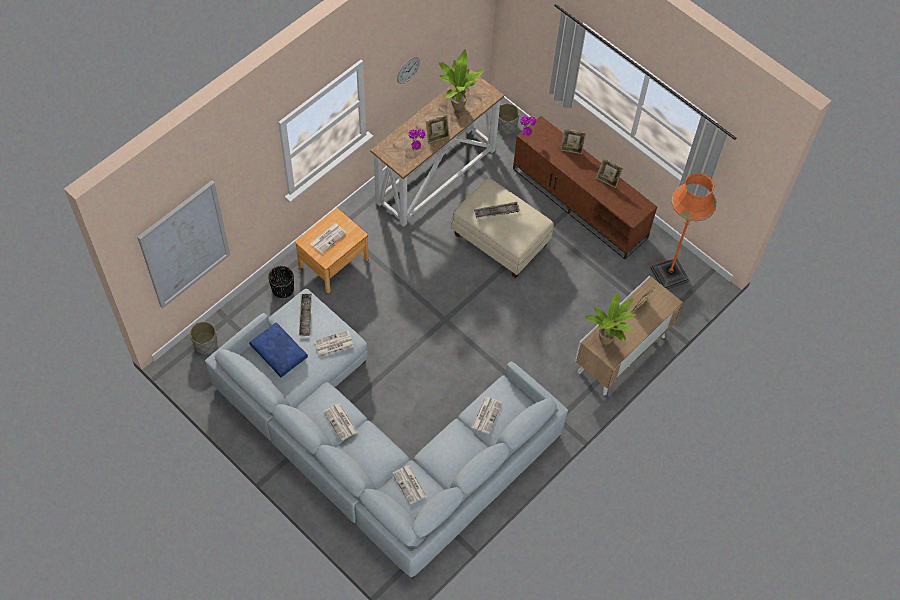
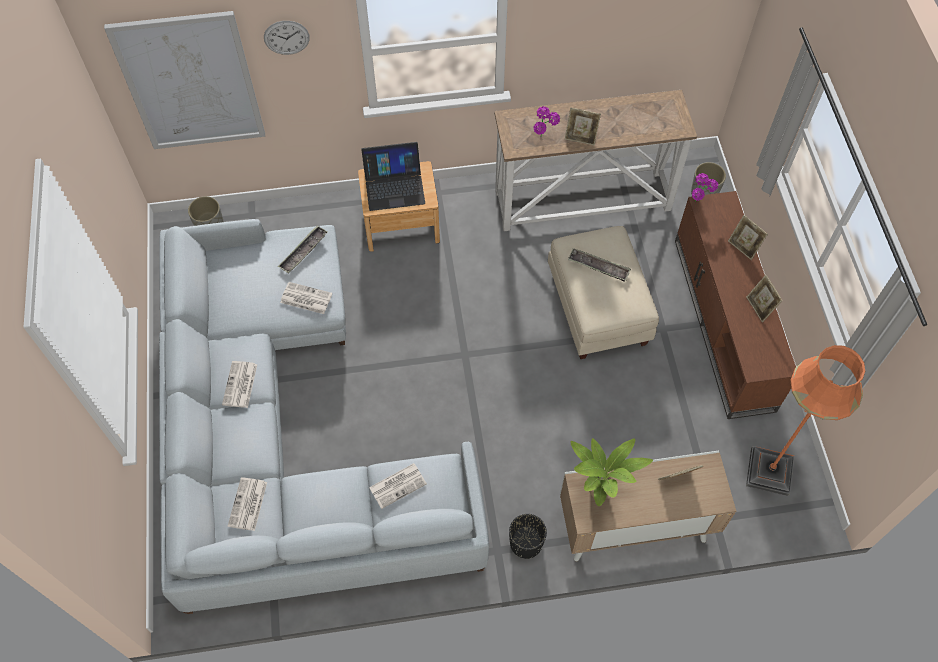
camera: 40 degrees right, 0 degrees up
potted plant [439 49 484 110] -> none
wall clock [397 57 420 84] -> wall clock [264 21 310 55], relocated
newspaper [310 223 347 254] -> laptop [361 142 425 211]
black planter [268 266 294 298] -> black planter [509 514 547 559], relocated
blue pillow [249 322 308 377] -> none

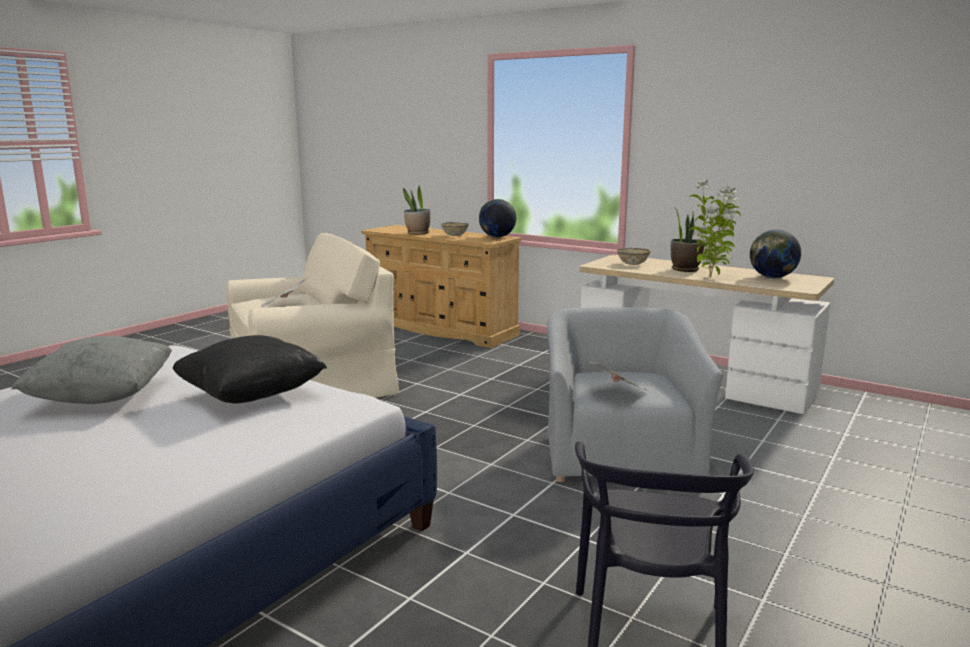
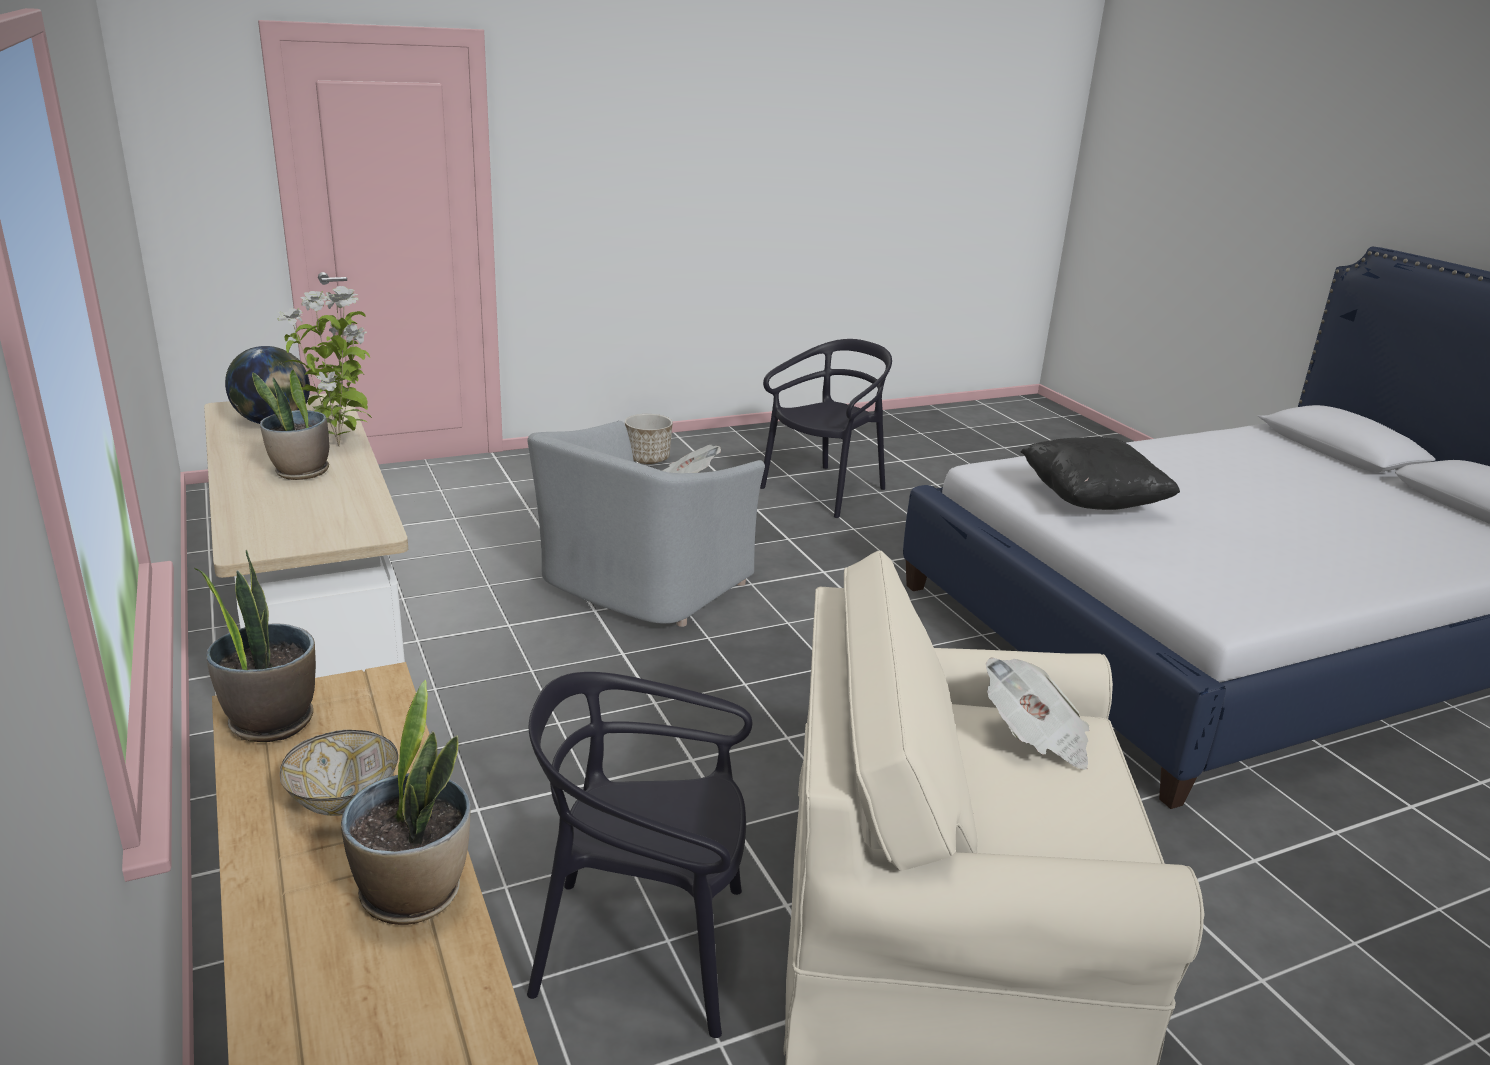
camera: 150 degrees left, 10 degrees up
globe [479 199 516 238] -> potted plant [193 550 316 742]
bowl [617 248 650 265] -> none
grey pillow [11 336 172 404] -> none
none -> planter [625 414 673 464]
none -> black chair [527 672 752 1038]

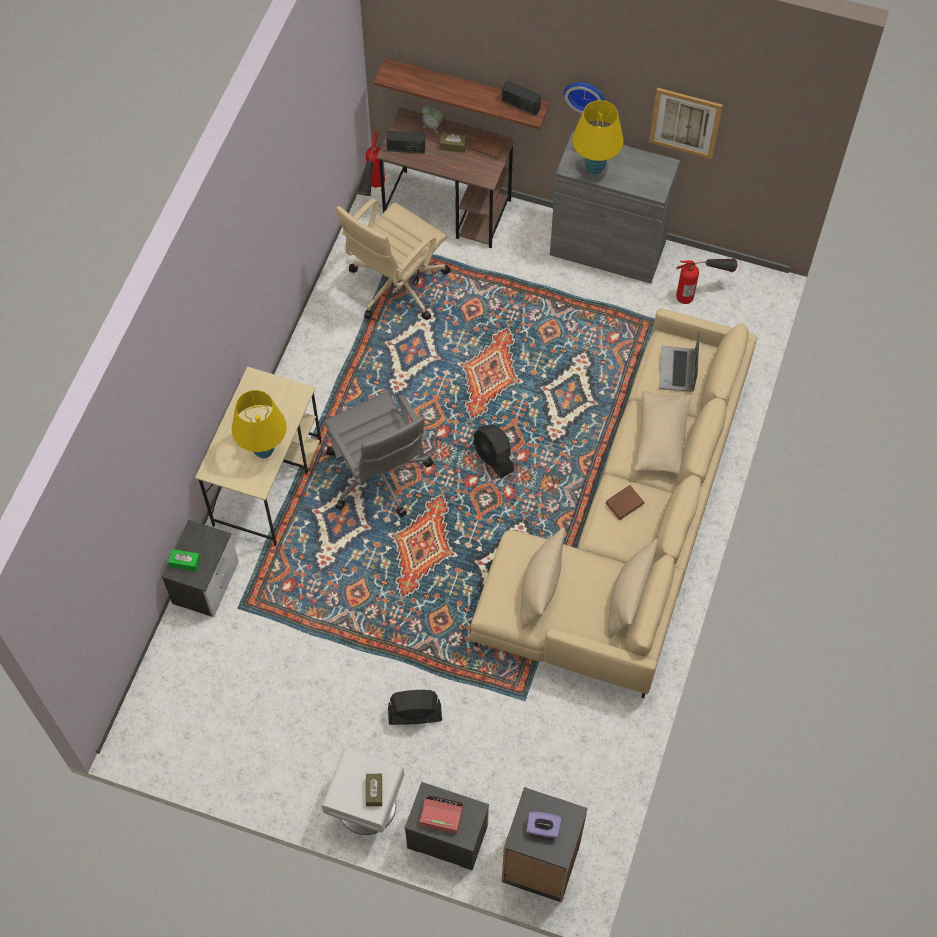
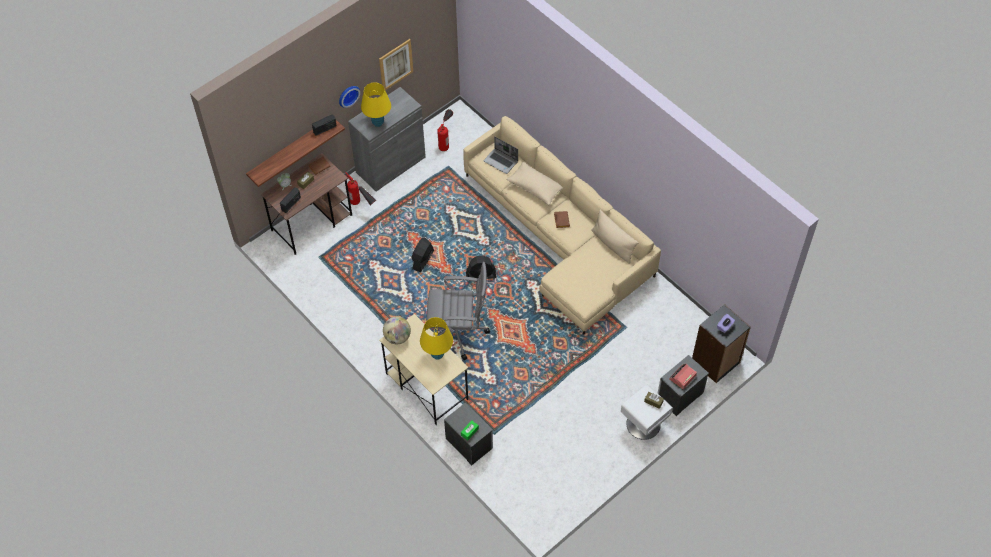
camera: 60 degrees left, 5 degrees down
fire extinguisher [358 130 385 196] -> fire extinguisher [345 172 376 205], relocated
beige office chair [336 198 451 320] -> none
beige pillow [520 527 565 629] -> none
black fan [388 690 442 725] -> black fan [412 238 434 272], relocated
none -> globe [383 317 411 344]

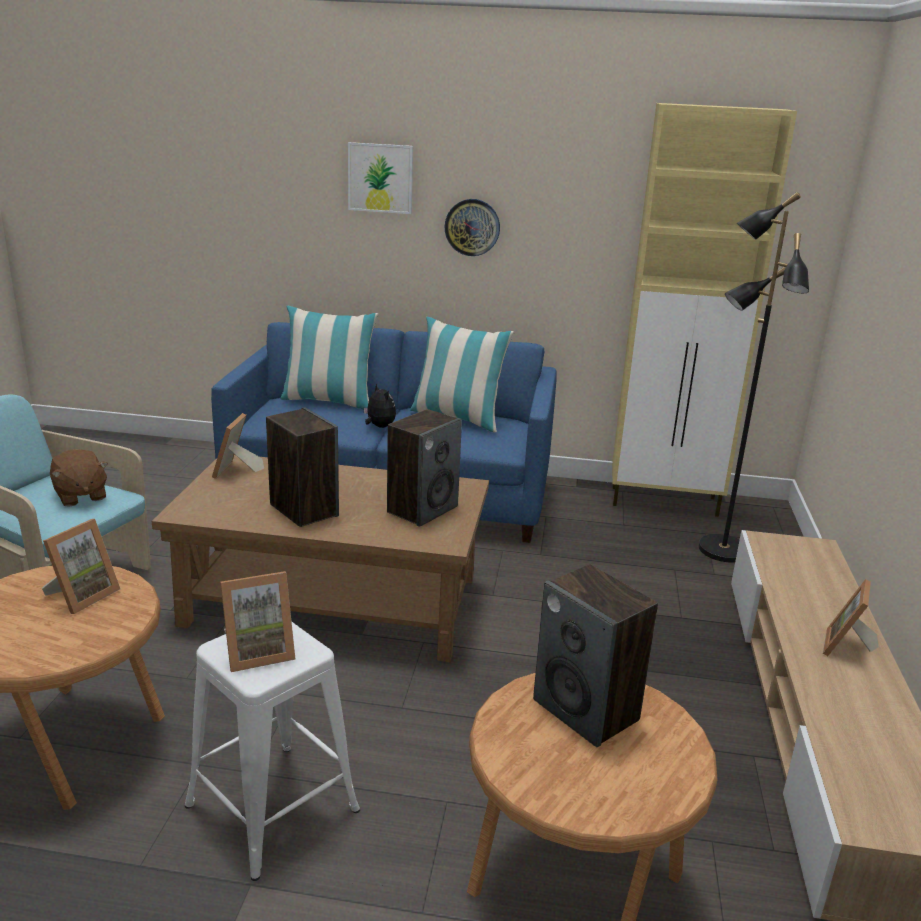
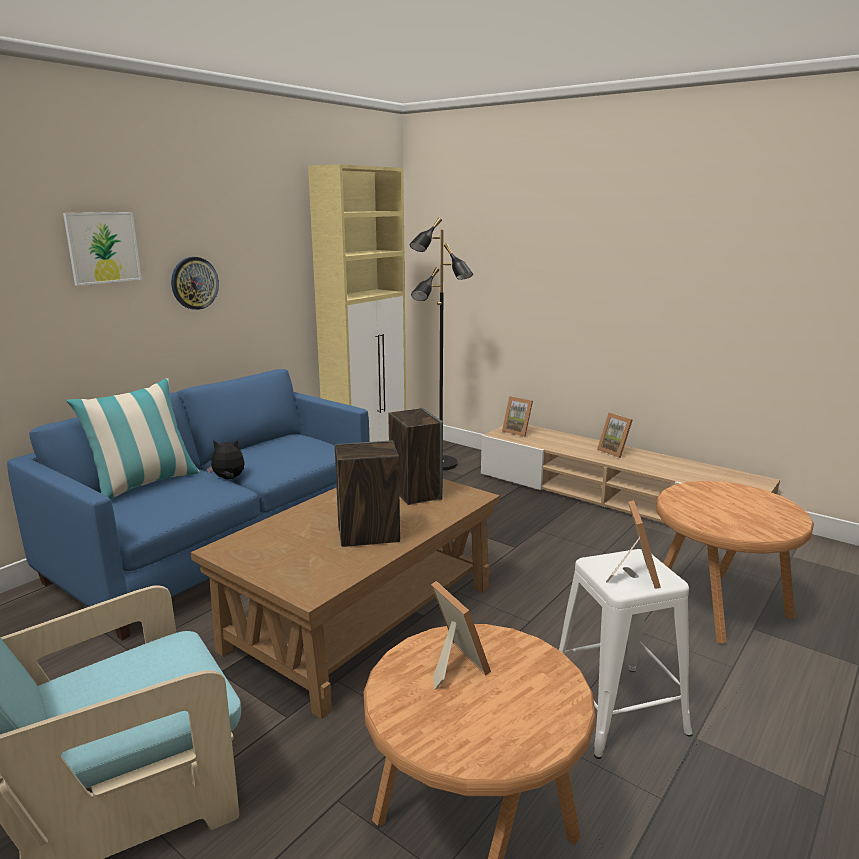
camera: 60 degrees left, 5 degrees down
pillow [410 317 514 432] -> none
picture frame [212 413 264 479] -> picture frame [502 396 533 437], relocated
brown plush toy [50 449 108 507] -> none
speaker [533 564 658 747] -> none

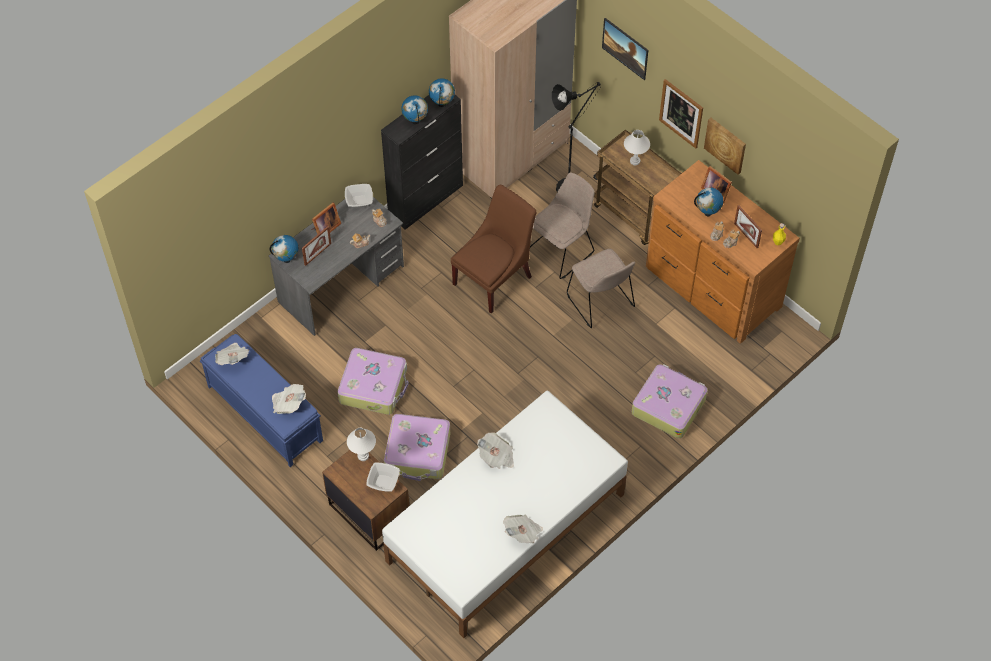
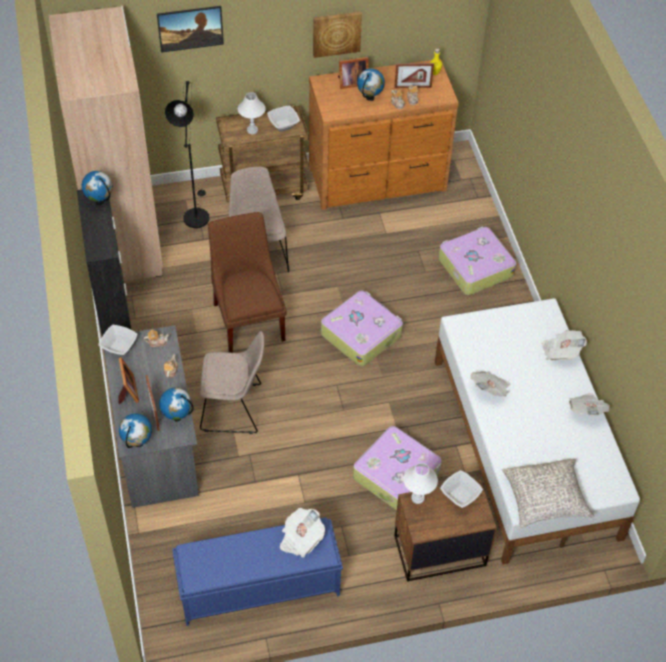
camera: 60 degrees left, 5 degrees down
picture [659 79 703 149] -> none
globe [402 95 428 124] -> globe [159 388 194 421], relocated
beige chair [567 249 635 328] -> beige chair [200 331 264 434], relocated
newspaper [215 343 249 365] -> newspaper [542 330 587 361], relocated
suitcase [337 348 409 415] -> suitcase [321 291 403 367], relocated
none -> bowl [267 106 300 132]
none -> grey pillow [502 459 594 528]

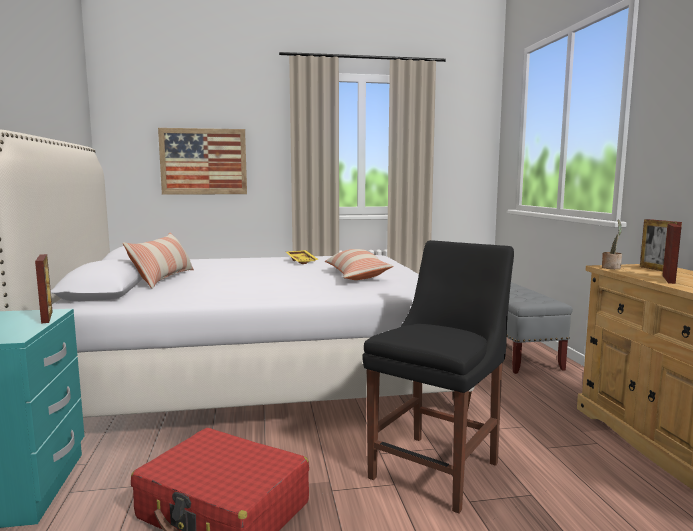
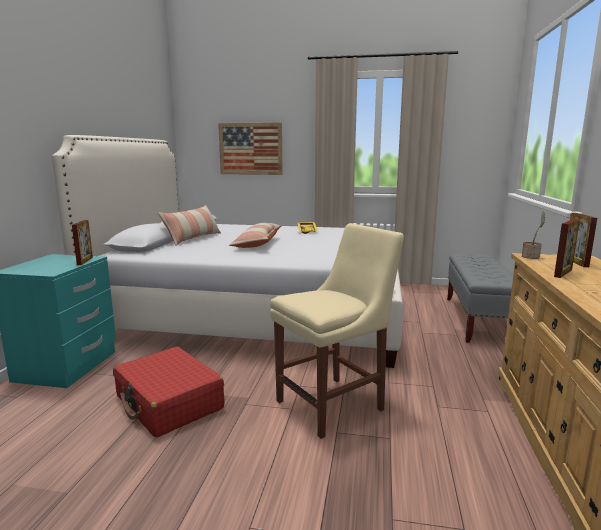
camera: 20 degrees right, 5 degrees up
black chair [362 240 514 514] -> beige chair [270 223 404 439]
pillow [325 249 394 280] -> pillow [229 223 282 248], relocated

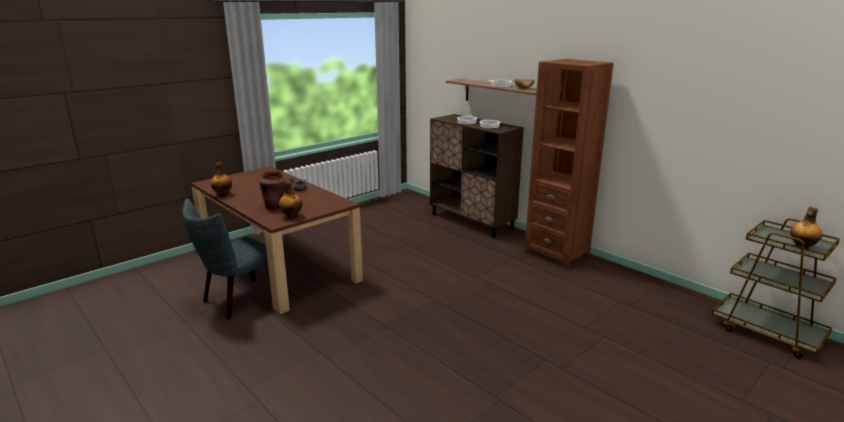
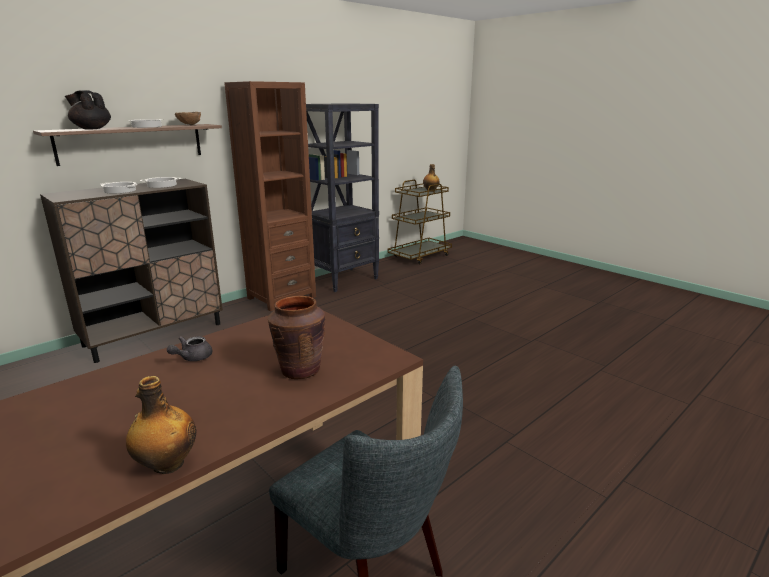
camera: 90 degrees left, 0 degrees up
bottle [279 181 302 218] -> none
none -> black teapot [65 90 111 130]
none -> black bookcase [306 103 379 292]

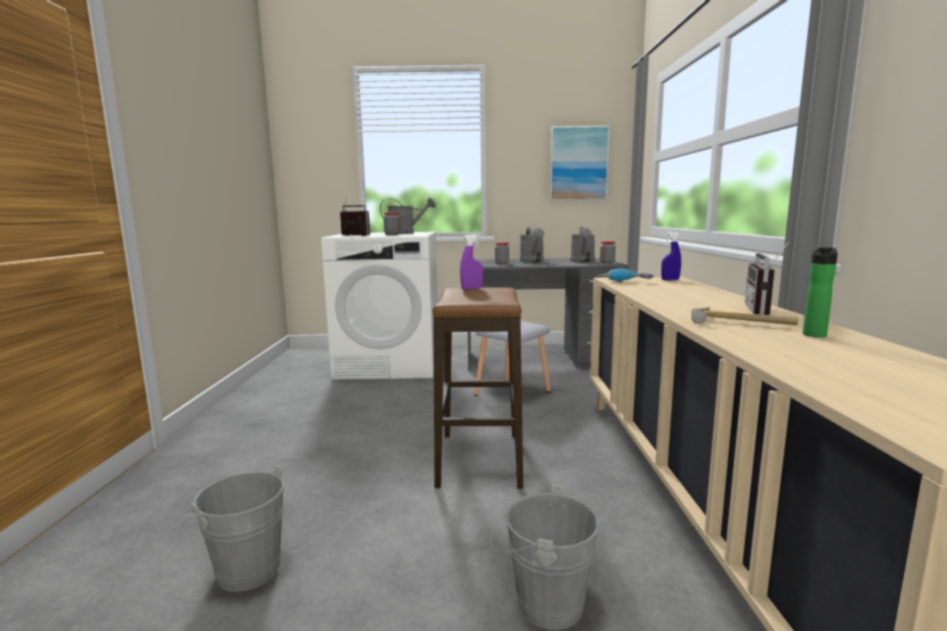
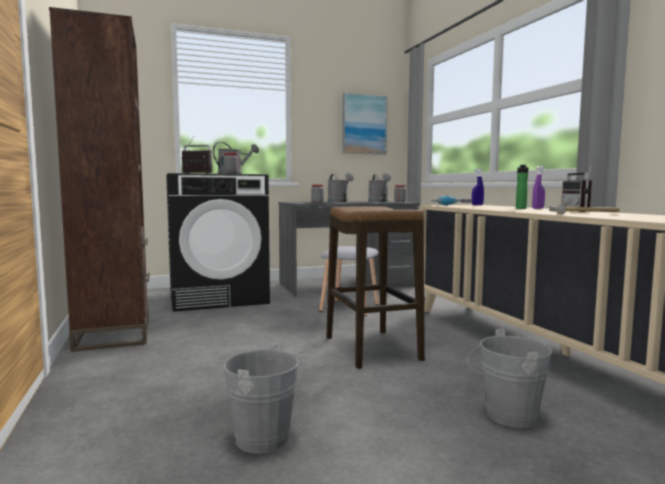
camera: 20 degrees left, 5 degrees down
white washing machine [321 232 438 379] -> black washing machine [166 173 270 312]
purple spray bottle [460 234 483 290] -> purple spray bottle [532 166 545 209], relocated
bottle [803 247 838 337] -> bottle [516 165 528 209], relocated
none -> brown bookcase [49 7 150 352]

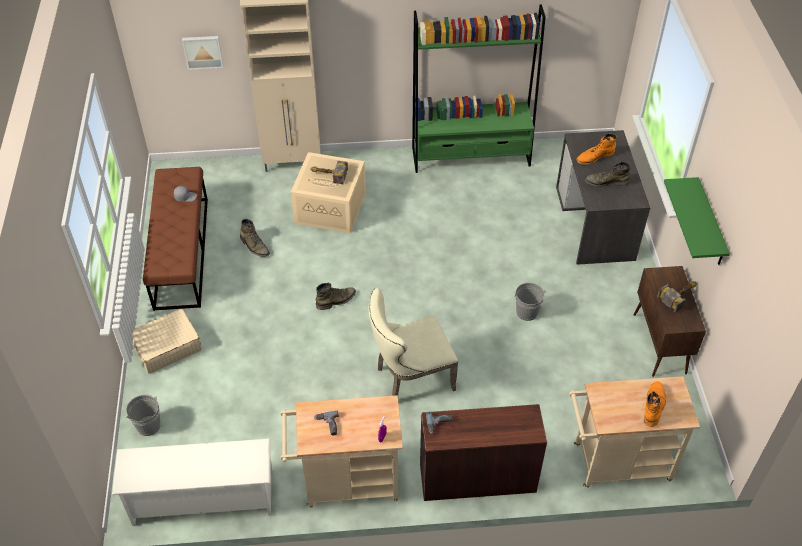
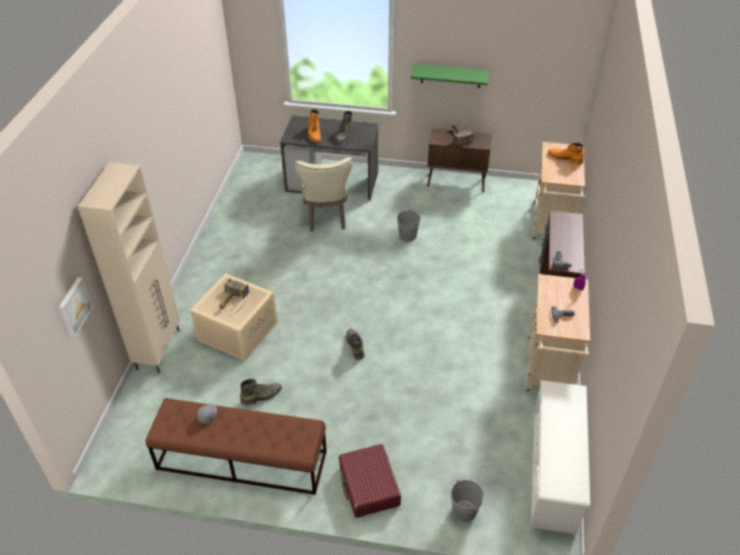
camera: 75 degrees left, 5 degrees down
green bookcase [412 4 546 173] -> none
beige chair [369 288 458 396] -> beige chair [294 157 353 232], relocated
beige suitcase [132 309 202 374] -> red suitcase [339 444 401 518]

